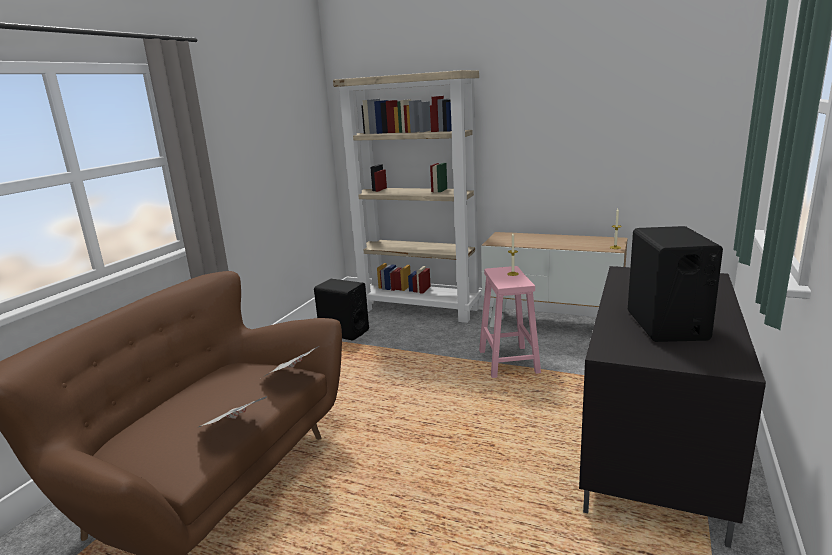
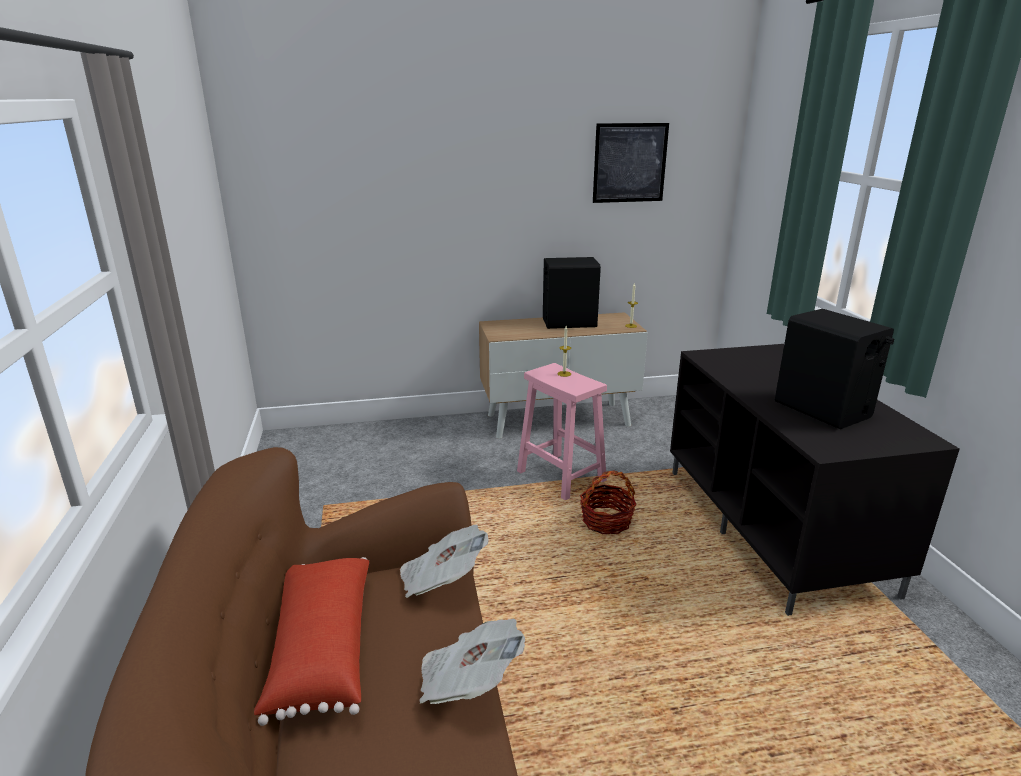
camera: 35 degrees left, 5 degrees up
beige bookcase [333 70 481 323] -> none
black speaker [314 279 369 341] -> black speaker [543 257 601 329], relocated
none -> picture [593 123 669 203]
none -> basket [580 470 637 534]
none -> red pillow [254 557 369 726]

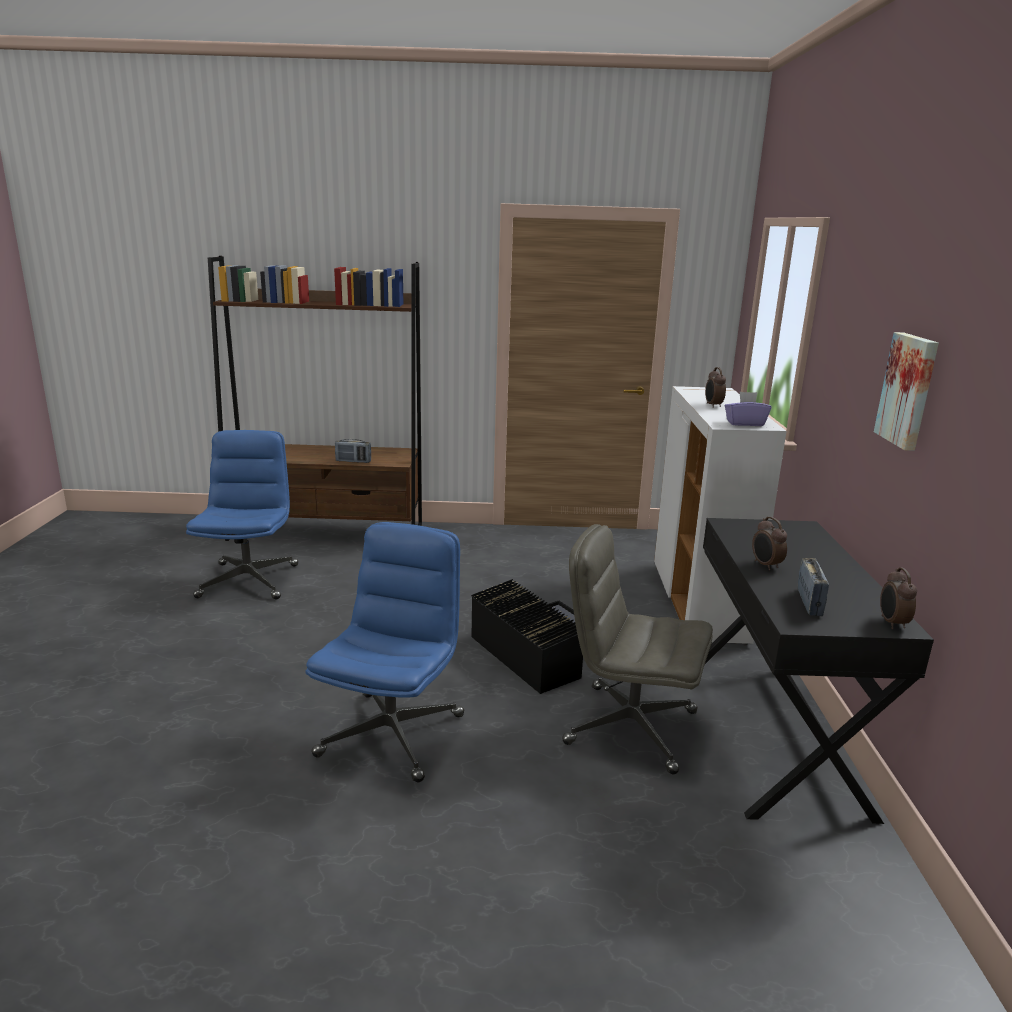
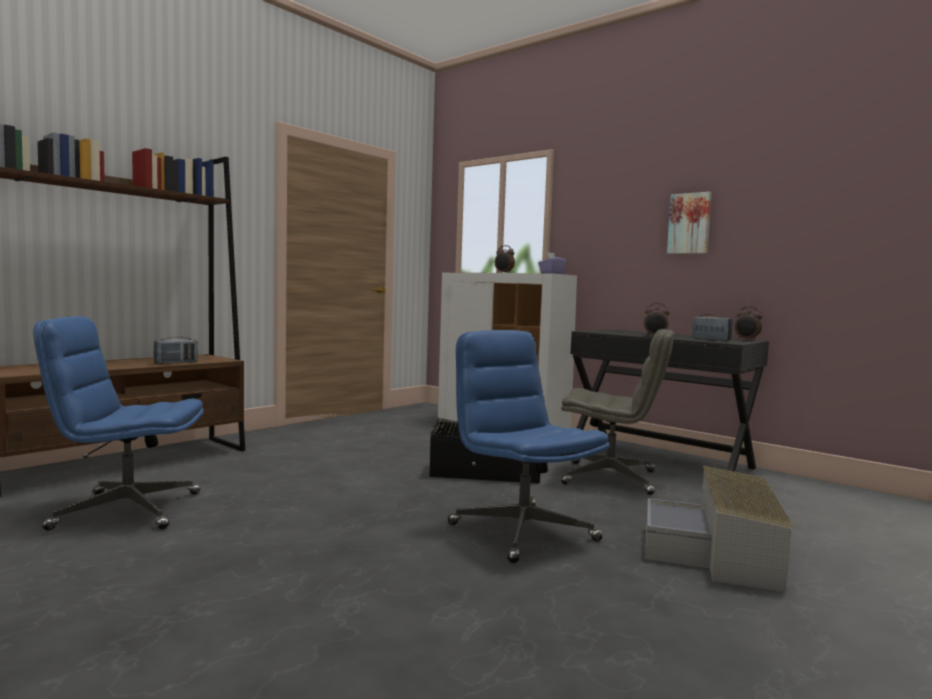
camera: 50 degrees left, 15 degrees down
blue office chair [186 430 298 599] -> blue office chair [33 316 204 531], 45 degrees counterclockwise
grey office chair [562 524 713 774] -> grey office chair [561 329 674 495], 135 degrees counterclockwise
none -> grey storage box [645 465 794 592]

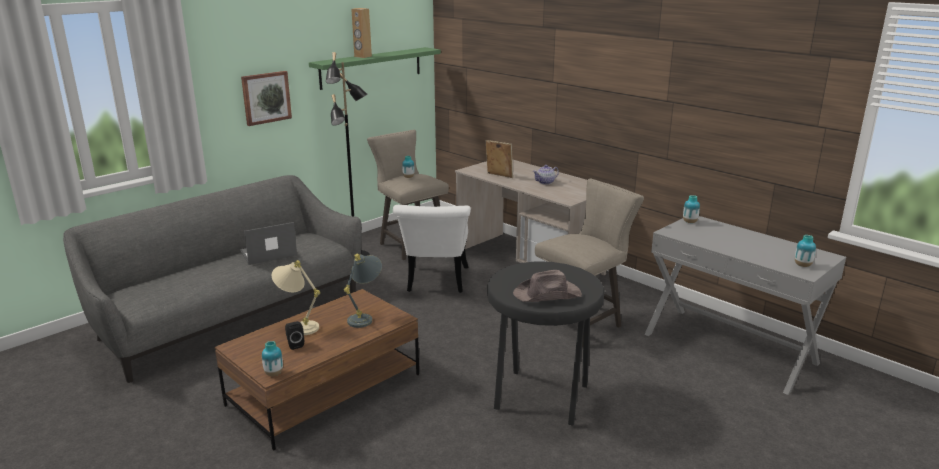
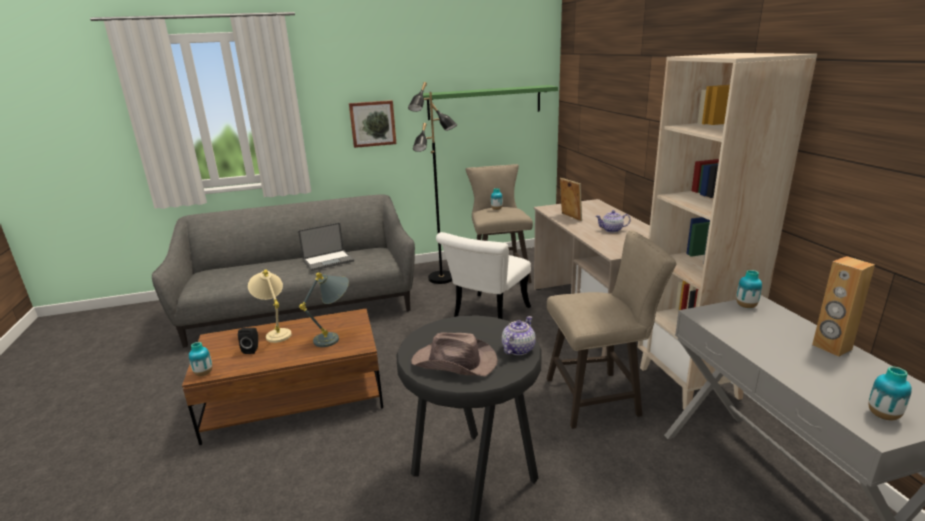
camera: 30 degrees right, 0 degrees up
brown speaker [351 8 372 58] -> brown speaker [812 256 875 357], relocated
laptop [240 222 297 265] -> laptop [298 222 354 271], 150 degrees clockwise
none -> beige bookcase [638 53 817 410]
none -> teapot [502 316 536 355]

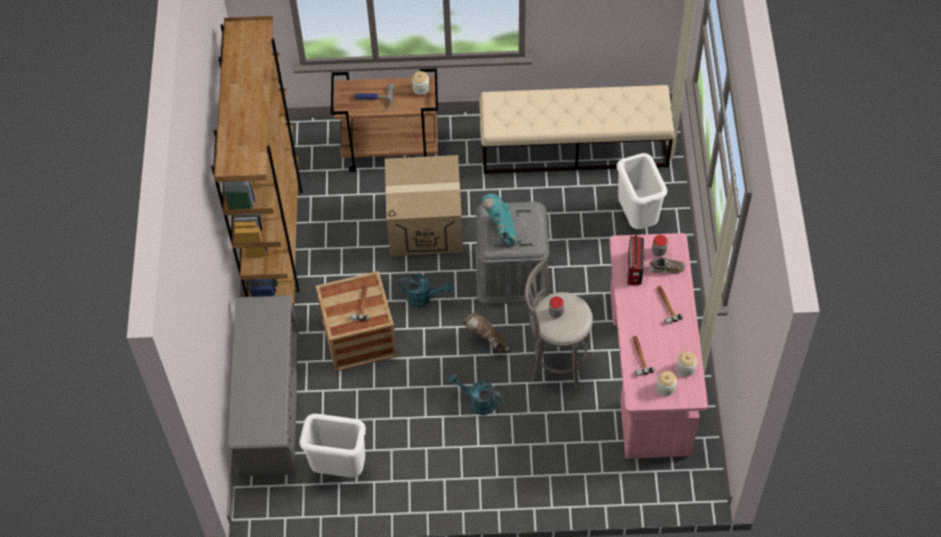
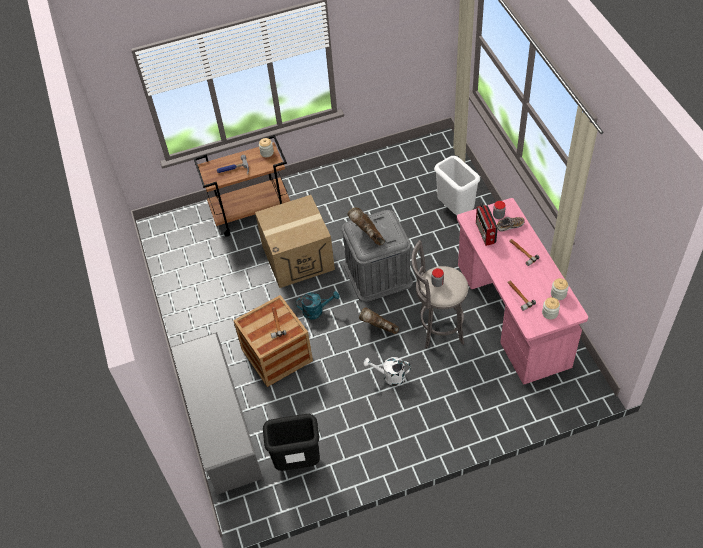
camera: 15 degrees left, 5 degrees down
brown bookcase [211 16 303 308] -> none
beige bench [479 85 675 174] -> none
turquoise boot [481 194 518 246] -> brown boot [347 208 385 245]
turquoise watering can [449 373 501 415] -> white watering can [364 357 411 386]
white trash can [300 414 366 478] -> black trash can [263 414 320 471]

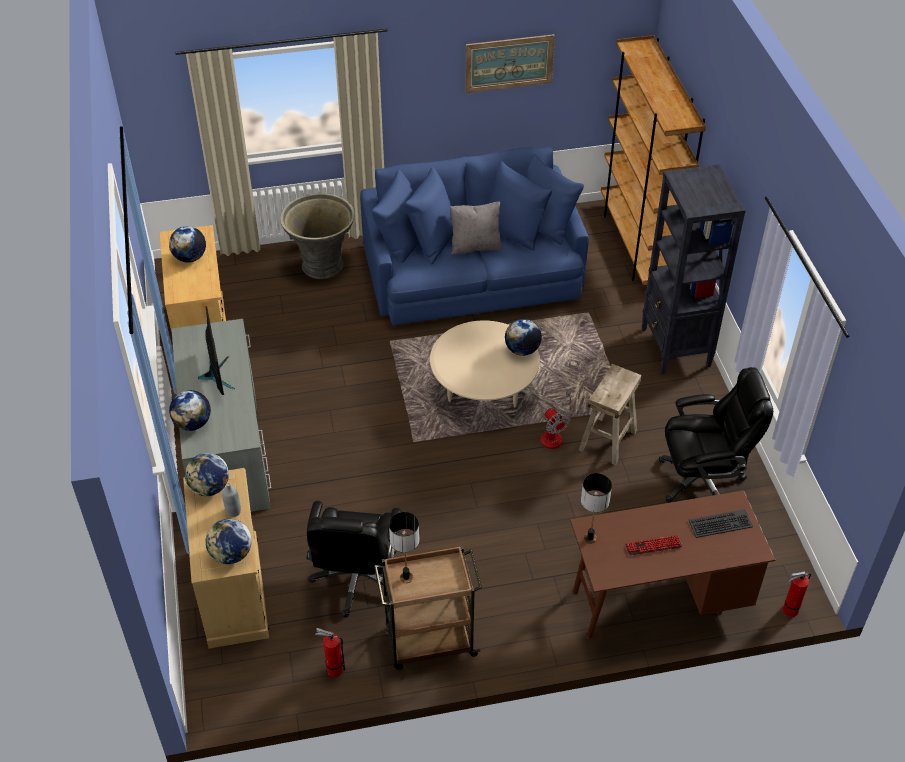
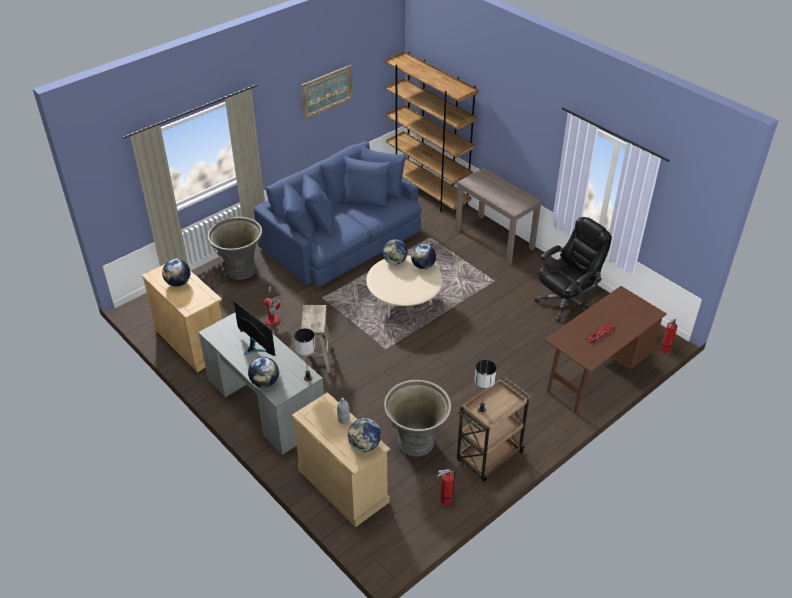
camera: 30 degrees left, 5 degrees down
black bookcase [642 164 746 375] -> brown console table [455 168 542 264]
grey pillow [450 202 502 255] -> none
beige stool [579 364 642 465] -> beige stool [301 305 332 373], relocated
fan [541 390 571 449] -> fan [264 286 282 326], relocated
globe [185 453 229 496] -> globe [383 239 408 265], relocated
table lamp [581 473 612 544] -> table lamp [294 328 315 382], relocated
black office chair [306 501 402 618] -> grey planter [384 380 451 457]
keyboard [689 509 753 538] -> none

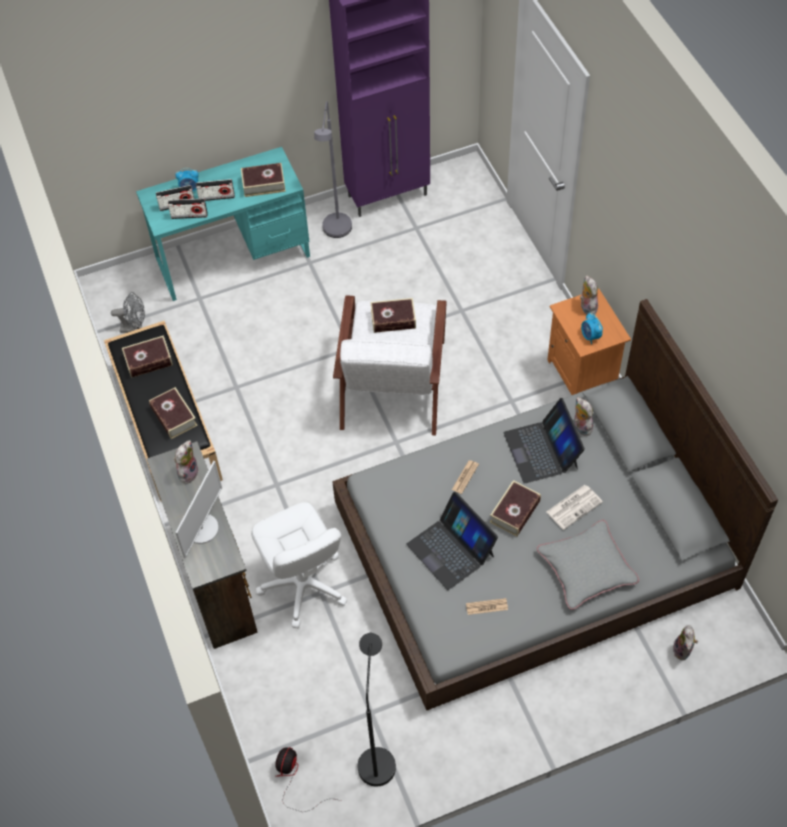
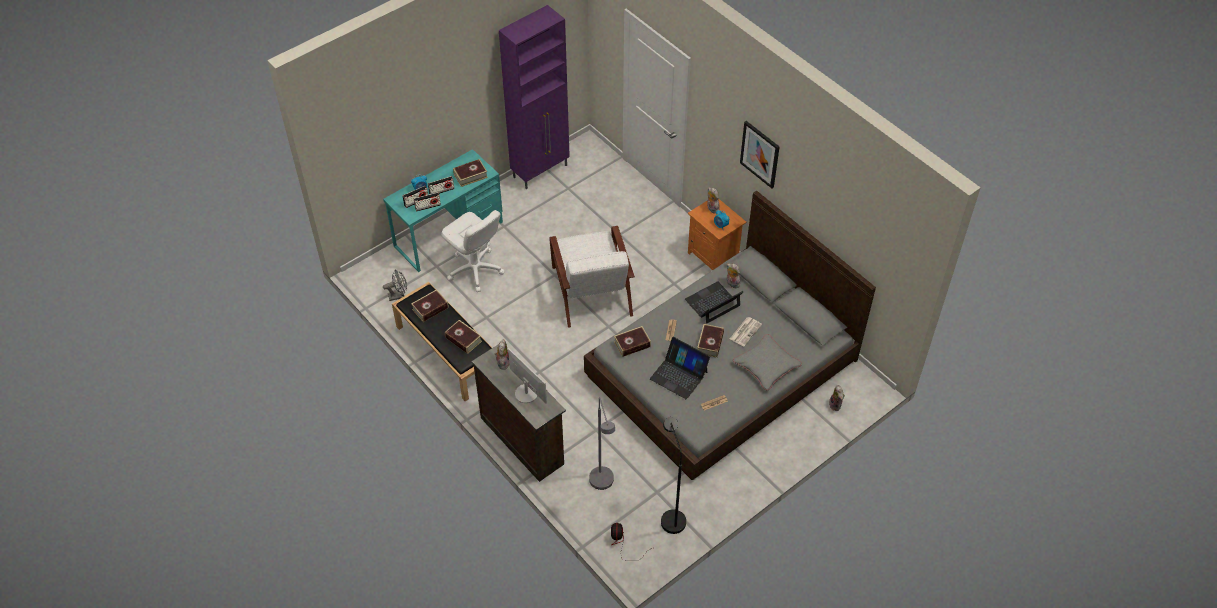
camera: 20 degrees left, 5 degrees down
grey floor lamp [314 101 352 238] -> grey floor lamp [589 397 615 490], relocated
book [371 298 416 333] -> book [614 326 651 357], relocated
laptop [504 398 585 484] -> laptop [685 281 743 324], 90 degrees clockwise
monitor [175 461 222 558] -> monitor [508 348 547 404], 45 degrees counterclockwise
white office chair [251 502 347 628] -> white office chair [441 210 505 292], relocated
none -> picture [740 121 780 188]

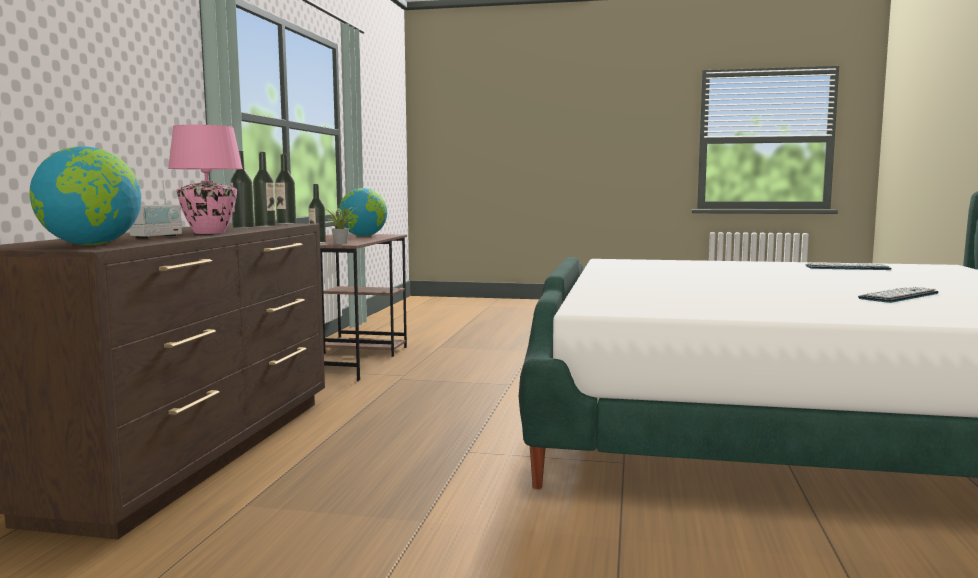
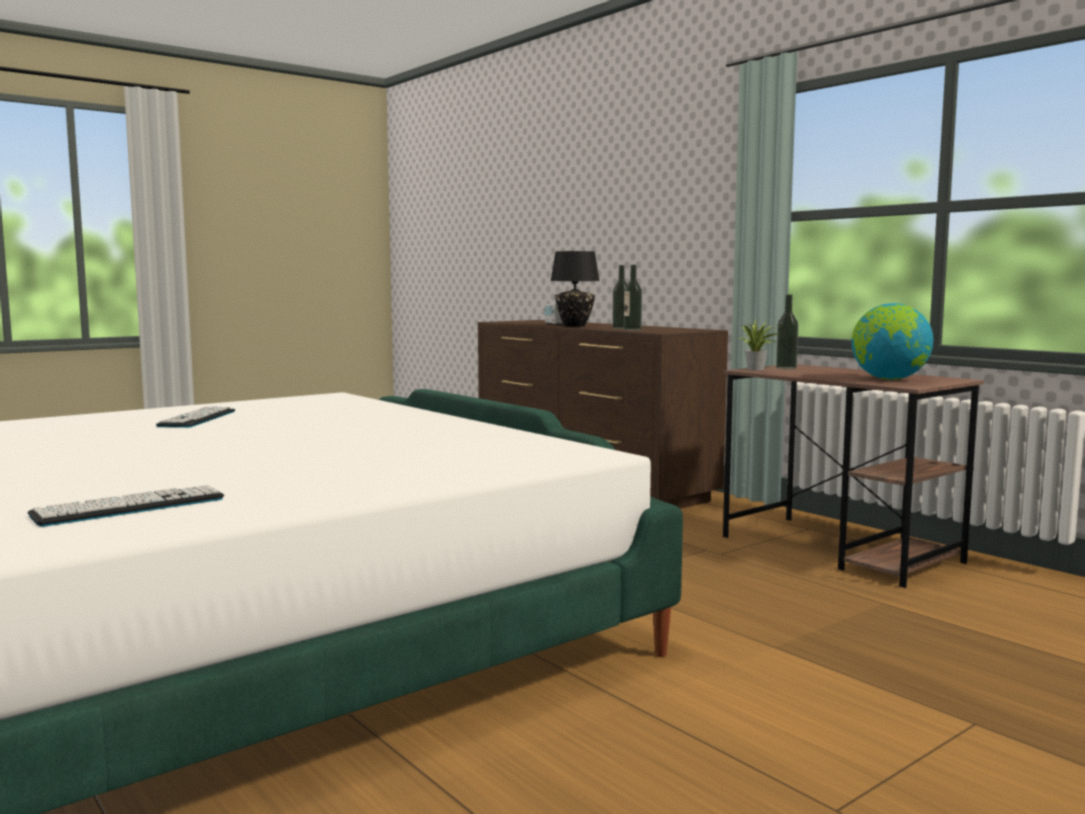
camera: 130 degrees right, 0 degrees up
pink table lamp [168 125 243 234] -> black table lamp [551 251 599 327]
globe [29 146 141 245] -> none
bottle [275 154 296 224] -> none
keyboard [858 287 938 303] -> keyboard [156 407 235 428], relocated

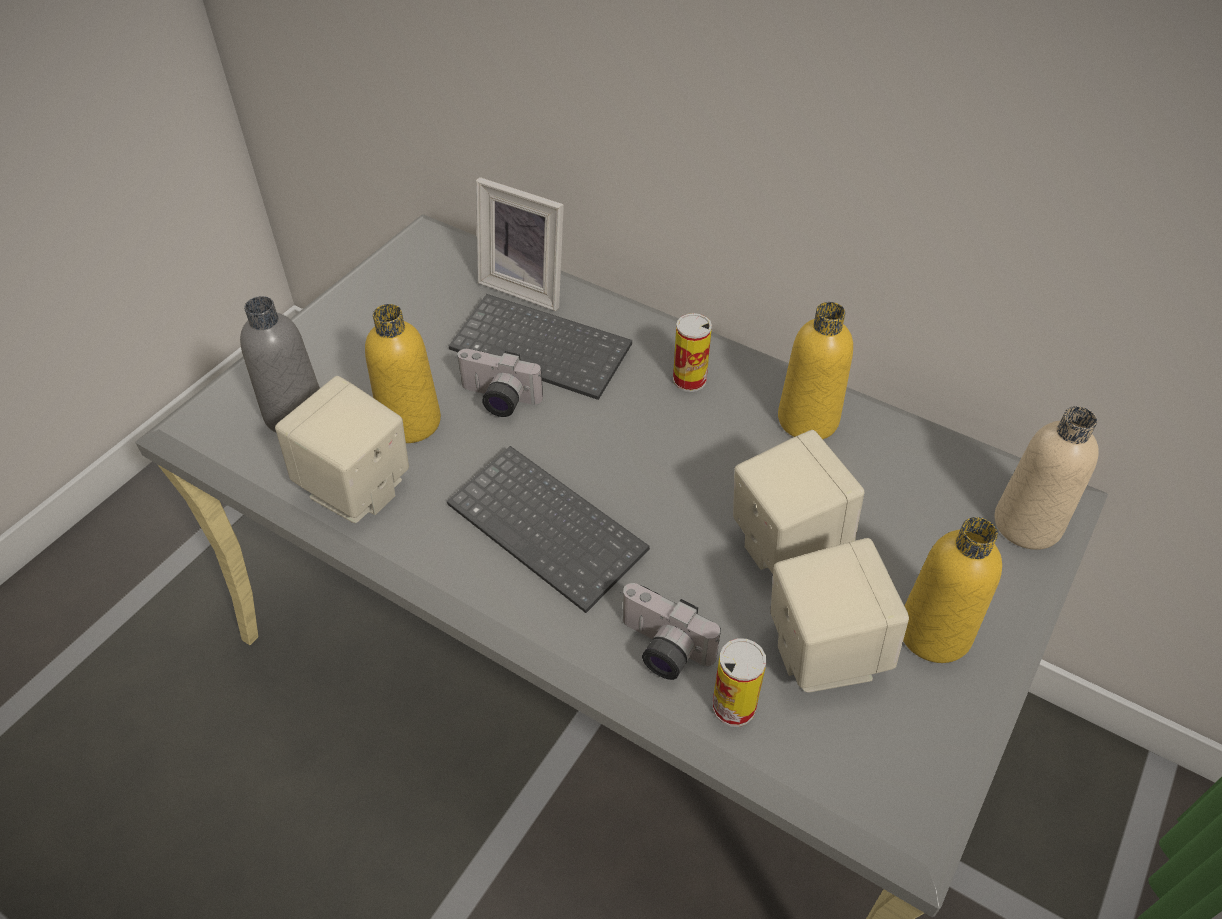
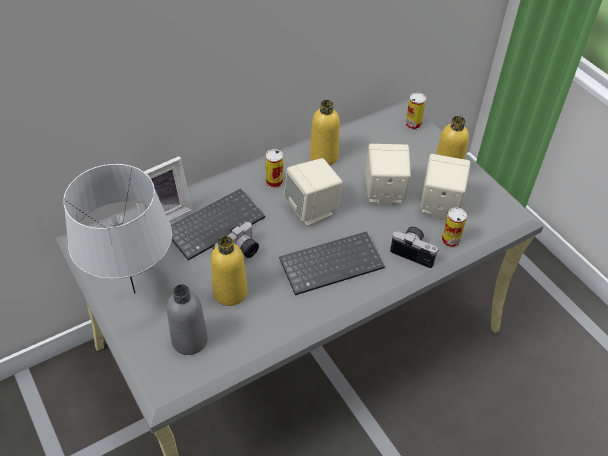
camera: 65 degrees left, 0 degrees up
beige speaker [275 376 409 523] -> beige speaker [284 158 343 226], relocated
beige bottle [995 406 1099 550] -> can [405 93 426 130]
photo camera [621 583 721 680] -> photo camera [390 227 439 268], 120 degrees counterclockwise
none -> grey table lamp [63 164 172 293]

